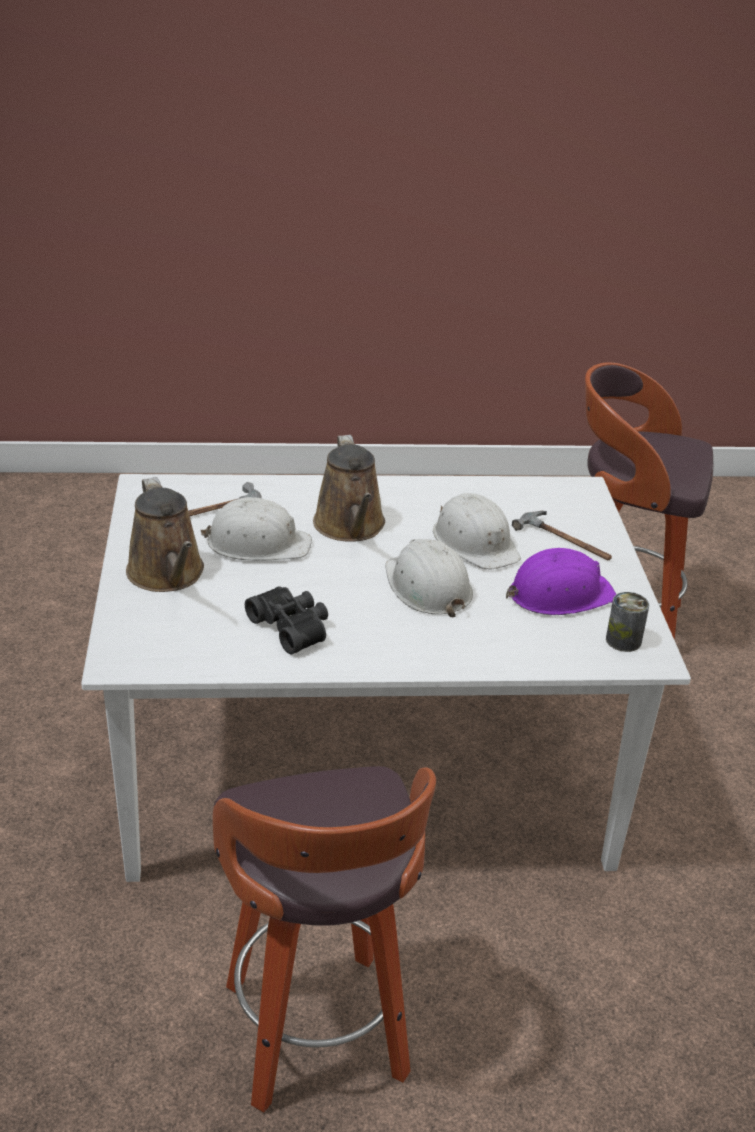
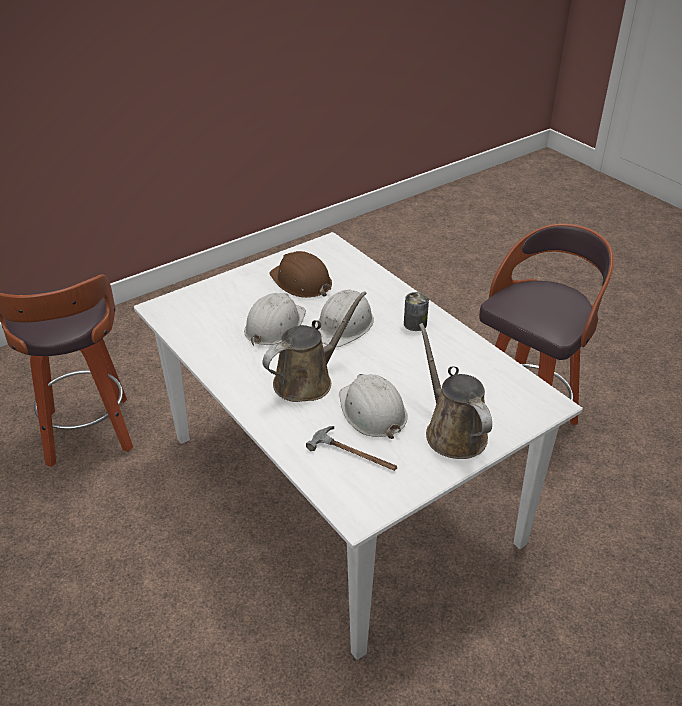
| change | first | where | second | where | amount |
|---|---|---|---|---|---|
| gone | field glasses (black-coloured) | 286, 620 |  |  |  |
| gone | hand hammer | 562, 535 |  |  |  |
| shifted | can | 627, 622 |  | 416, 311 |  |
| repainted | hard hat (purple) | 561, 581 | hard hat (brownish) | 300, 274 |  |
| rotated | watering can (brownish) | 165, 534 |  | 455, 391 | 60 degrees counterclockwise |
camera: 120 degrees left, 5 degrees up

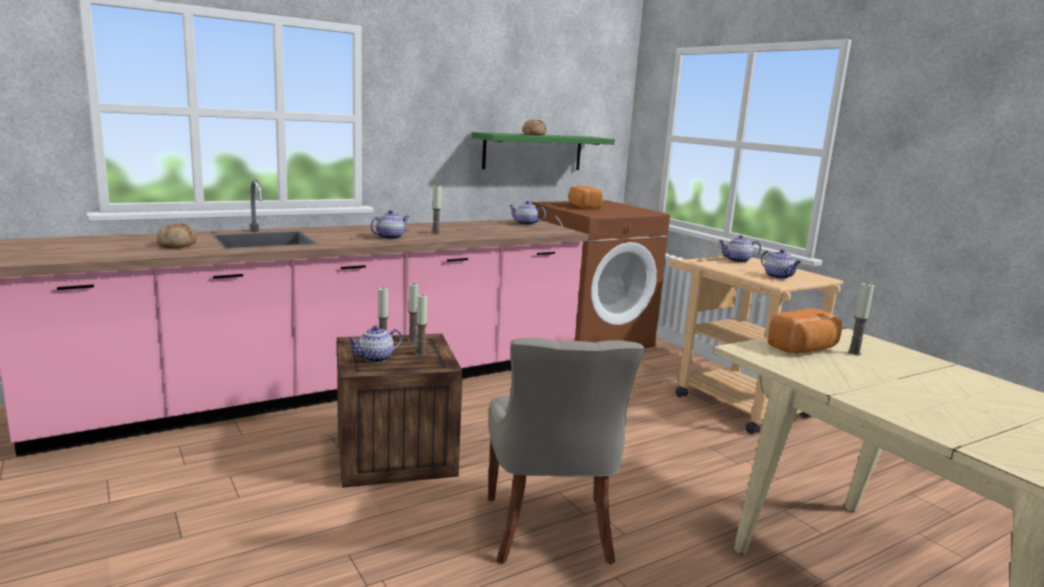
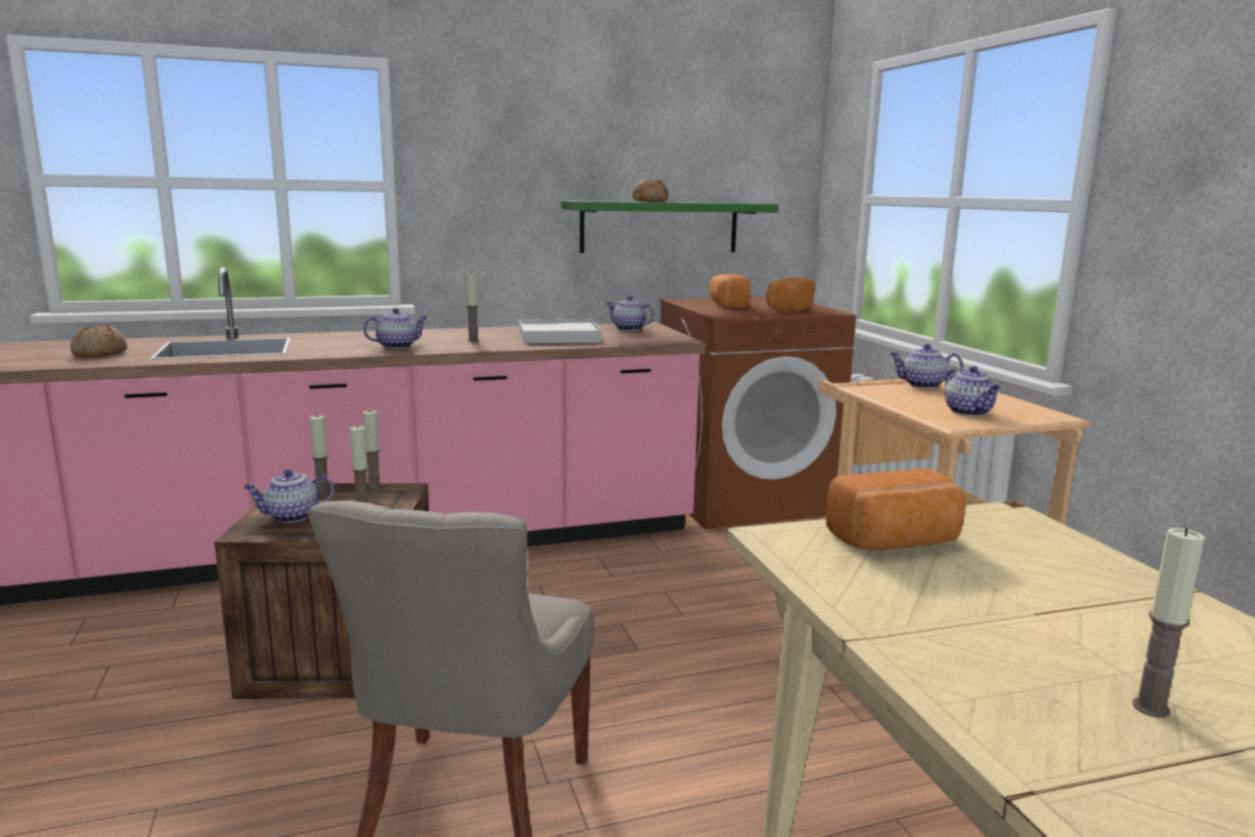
| change | first | where | second | where | amount |
|---|---|---|---|---|---|
| new |  |  | carrying tray (white) | 560, 331 |  |
| new |  |  | baked bread | 790, 295 |  |
| shifted | wax light | 861, 319 |  | 1168, 623 |  |
camera: 15 degrees right, 0 degrees up

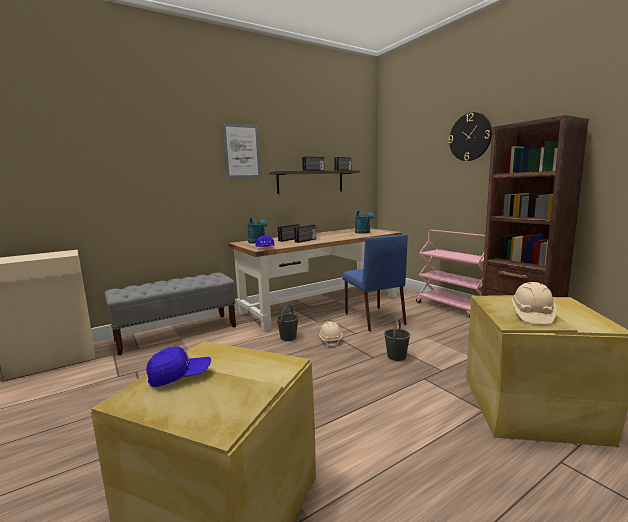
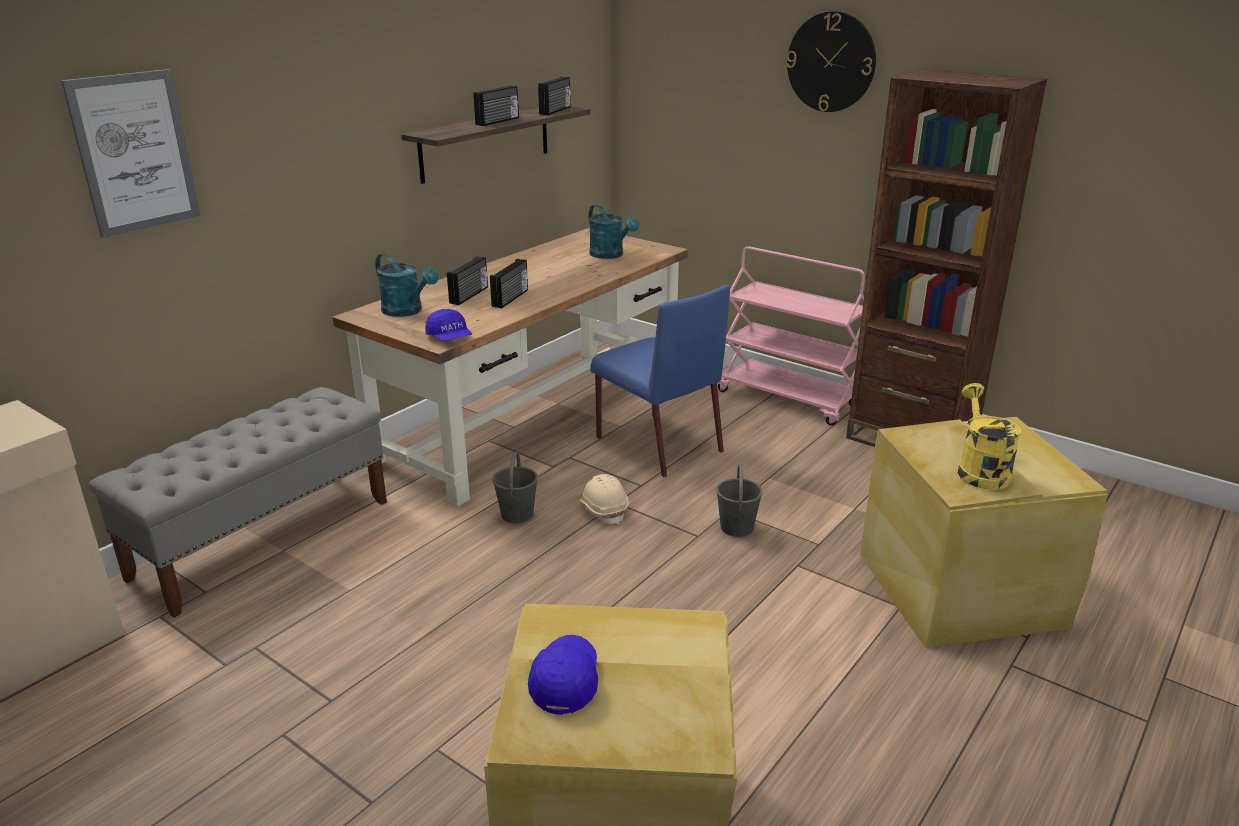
| change | first | where | second | where | amount |
|---|---|---|---|---|---|
| shifted | wall art | 241, 150 |  | 130, 153 |  |
| swapped | hard hat (beige) | 533, 303 | watering can (yellow-coloured) | 989, 436 |  |
| rotated | baseball cap (bluish) | 178, 367 |  | 563, 675 | 45 degrees counterclockwise |
camera: 20 degrees left, 15 degrees up

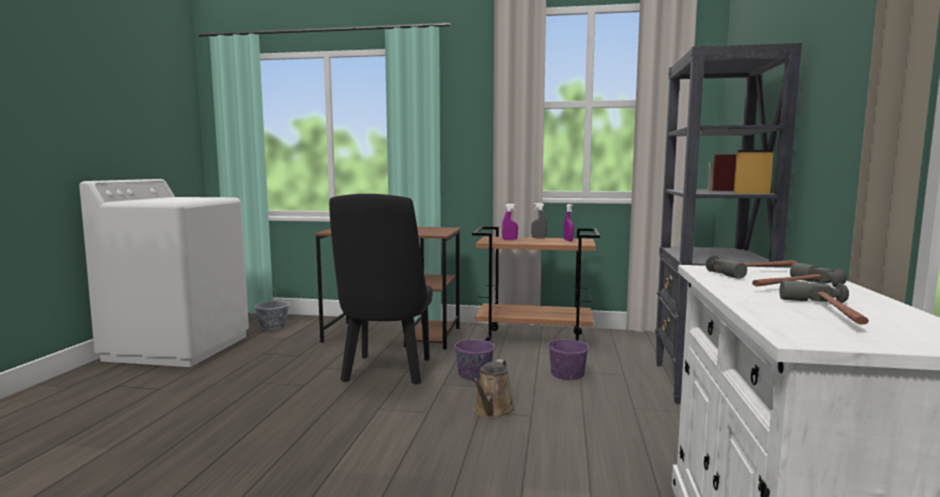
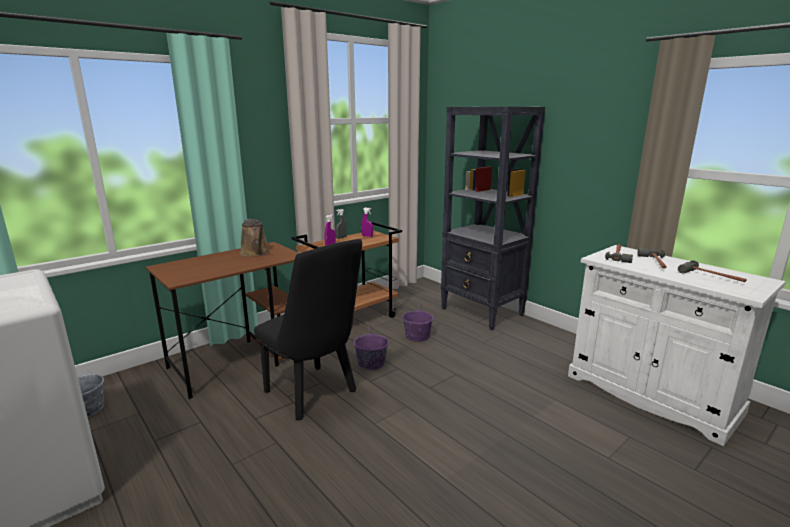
| change | first | where | second | where | amount |
|---|---|---|---|---|---|
| shifted | watering can (brownish) | 493, 389 |  | 255, 238 |  |
camera: 50 degrees left, 10 degrees up

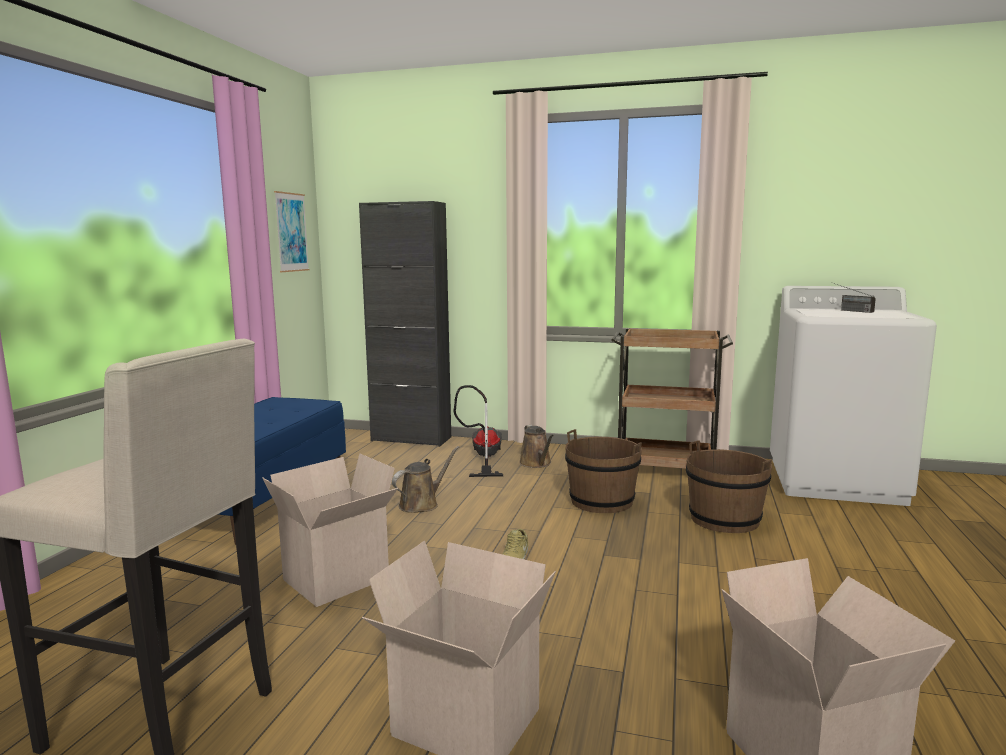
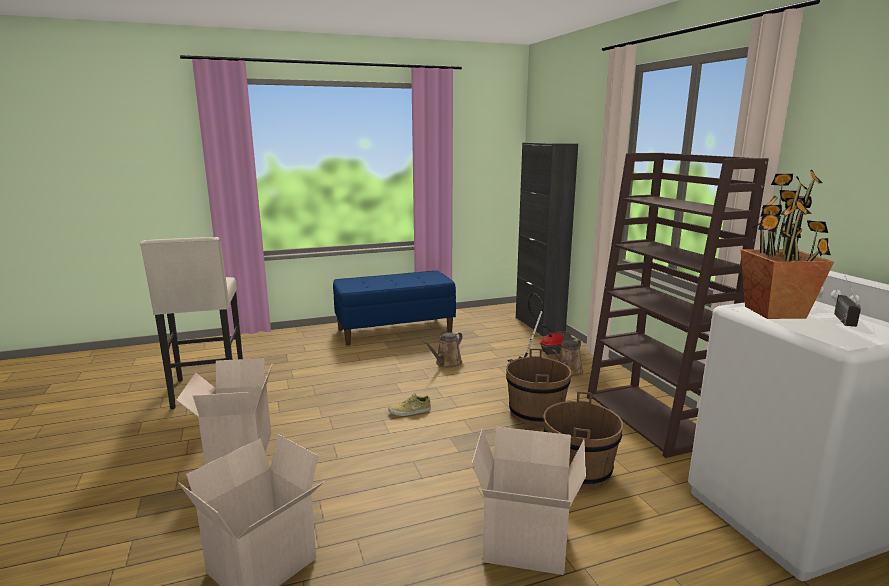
| change | first | where | second | where | amount |
|---|---|---|---|---|---|
| gone | wall art | 292, 231 |  |  |  |
| new |  |  | potted plant | 787, 244 |  |
| shifted | packing box | 330, 530 |  | 529, 501 |  |
| swapped | wheeled cart (brownish) | 672, 398 | bookcase (brownish) | 678, 305 |  |
| rotated | watering can (brownish) | 425, 479 |  | 443, 350 | 120 degrees clockwise |
camera: 55 degrees right, 5 degrees up

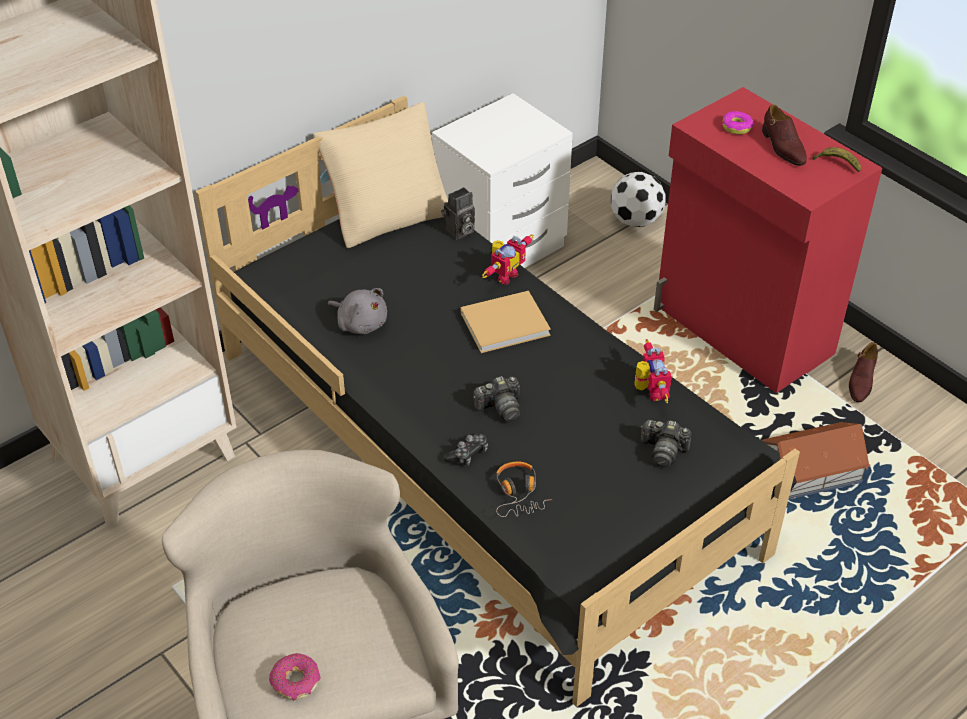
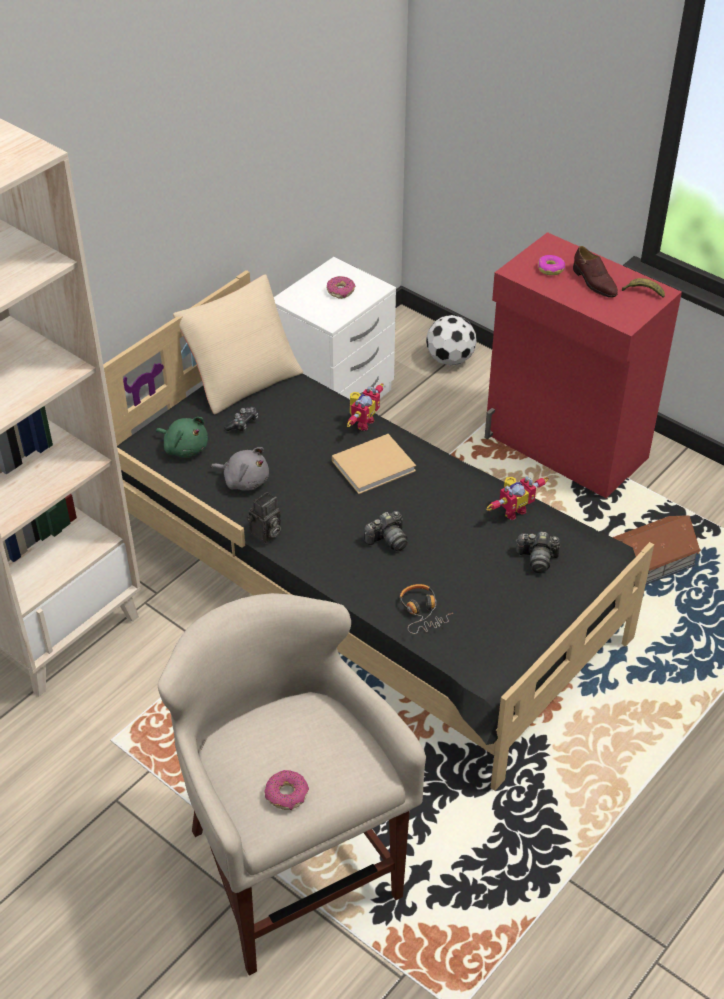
| change | first | where | second | where | amount |
|---|---|---|---|---|---|
| gone | shoe (brownish) | 863, 372 |  |  |  |
| new |  |  | soft toy (green) | 182, 437 |  |
| new |  |  | doughnut | 341, 287 |  |
| shifted | still camera | 458, 213 |  | 264, 517 |  |
| shifted | game controller | 466, 449 |  | 241, 419 |  |
| rotated | toy robot | 653, 371 |  | 517, 498 | 75 degrees clockwise |
camera: 10 degrees left, 0 degrees up

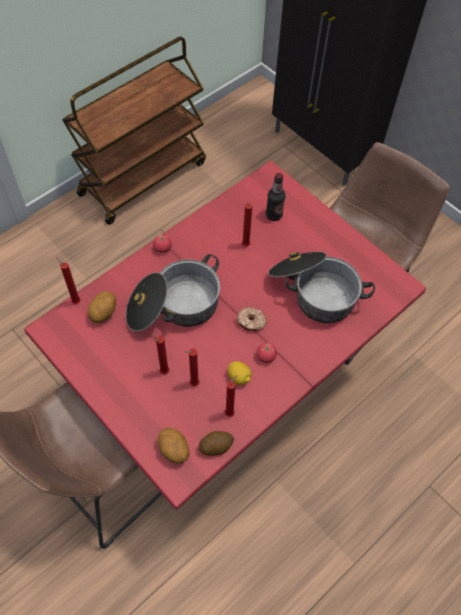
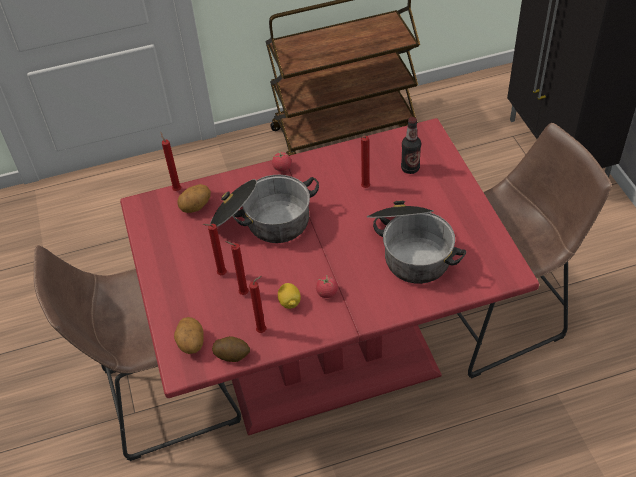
| change | first | where | second | where | amount |
|---|---|---|---|---|---|
| gone | doughnut | 252, 319 |  |  |  |
camera: 30 degrees right, 10 degrees down

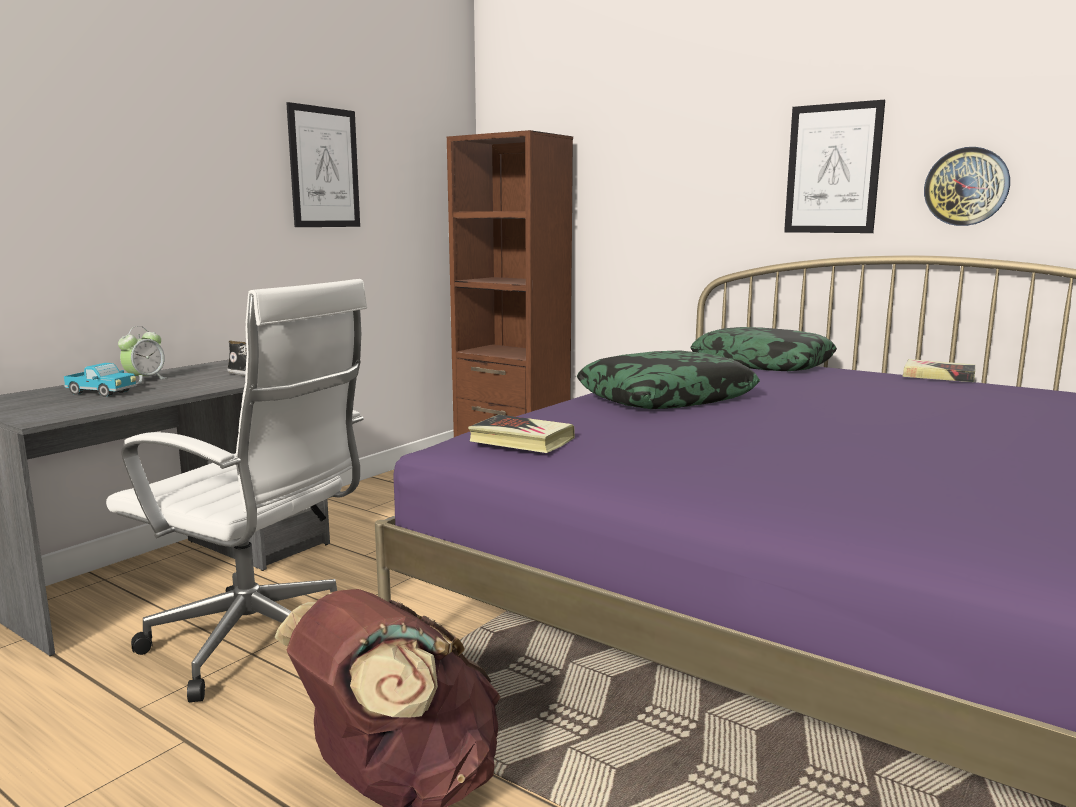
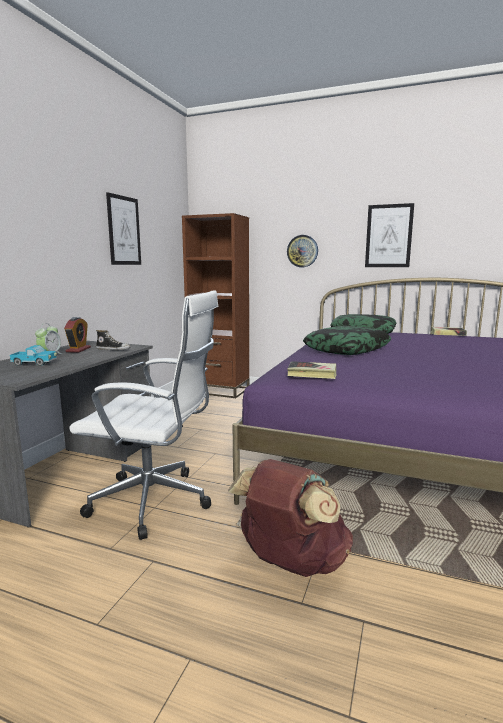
| change | first | where | second | where | amount |
|---|---|---|---|---|---|
| new |  |  | bedside clock | 77, 334 |  |
| shifted | wall clock | 967, 186 |  | 302, 251 |  |
camera: 15 degrees left, 0 degrees up

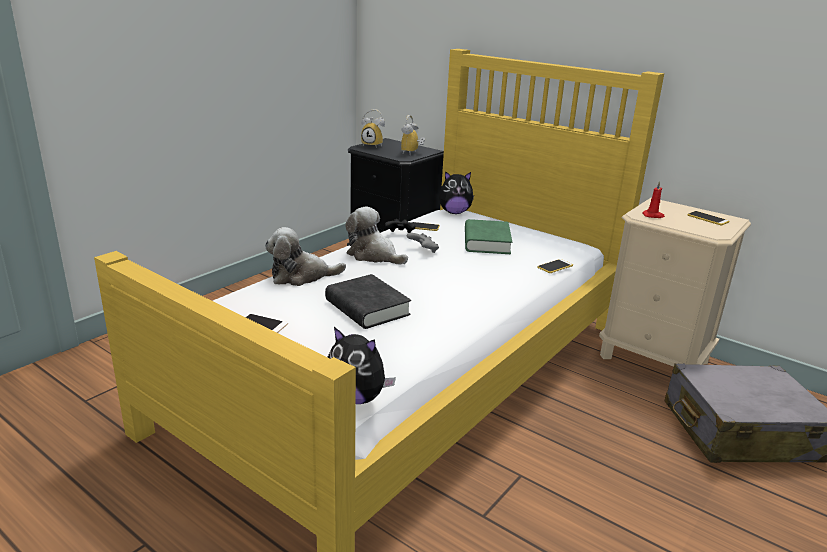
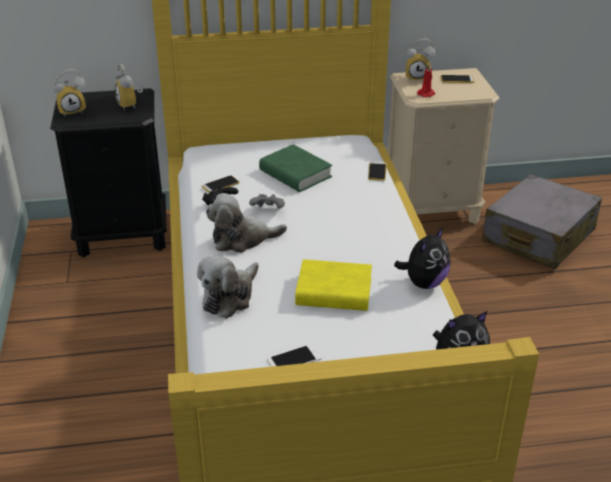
| change | first | where | second | where | amount |
|---|---|---|---|---|---|
| new |  |  | bedside clock | 421, 60 |  |
| shifted | soft toy | 456, 192 |  | 422, 258 |  |
| repainted | bound book (black-coloured) | 368, 301 | bound book (yellow-coloured) | 333, 285 |  |
camera: 45 degrees left, 10 degrees up

